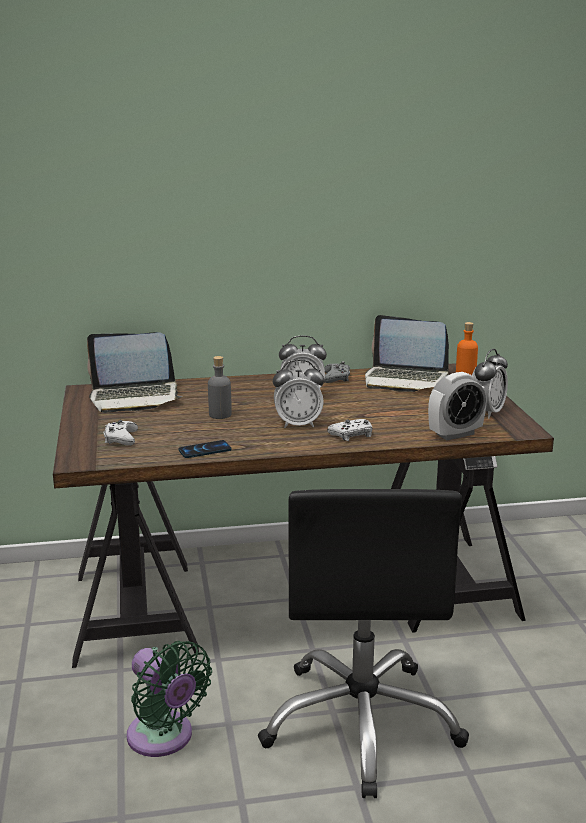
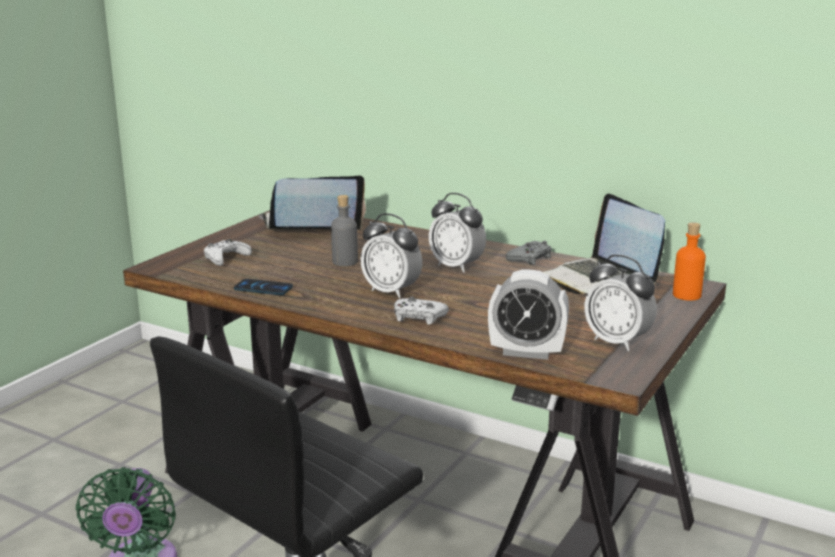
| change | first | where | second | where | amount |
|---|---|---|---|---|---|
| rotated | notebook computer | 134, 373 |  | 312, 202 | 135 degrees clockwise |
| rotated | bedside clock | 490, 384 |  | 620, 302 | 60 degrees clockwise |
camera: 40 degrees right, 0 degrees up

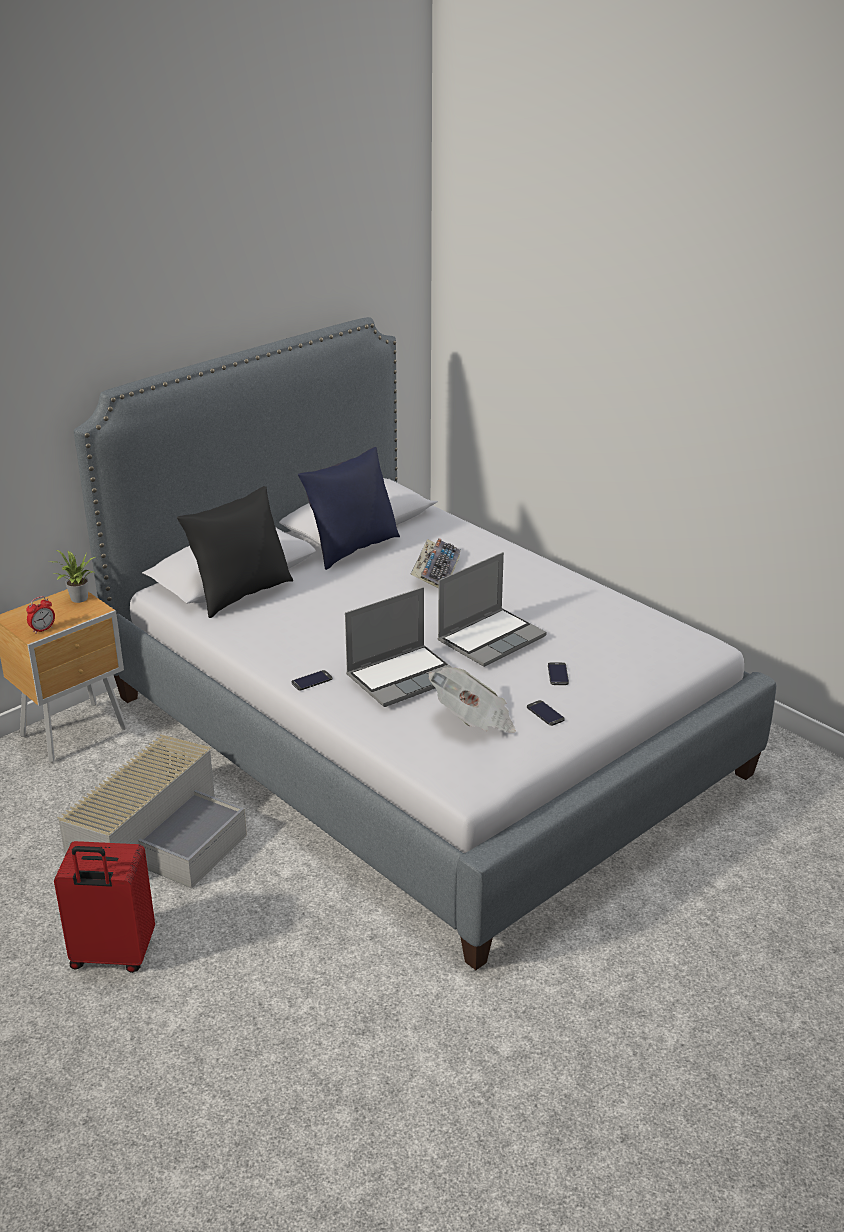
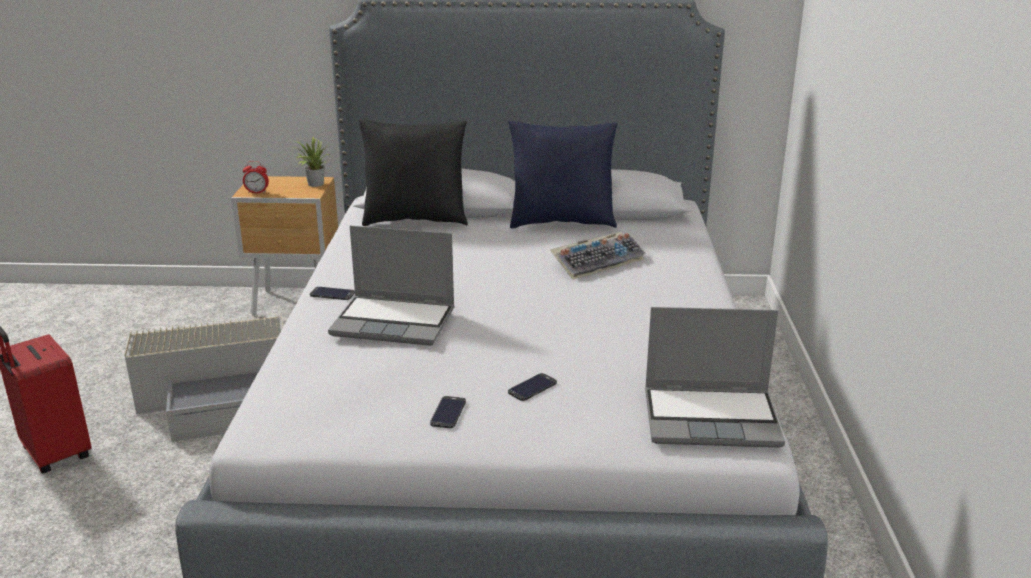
| change | first | where | second | where | amount |
|---|---|---|---|---|---|
| gone | newspaper | 472, 700 |  |  |  |
| shifted | notebook computer | 492, 609 |  | 715, 377 |  |
camera: 45 degrees right, 5 degrees down

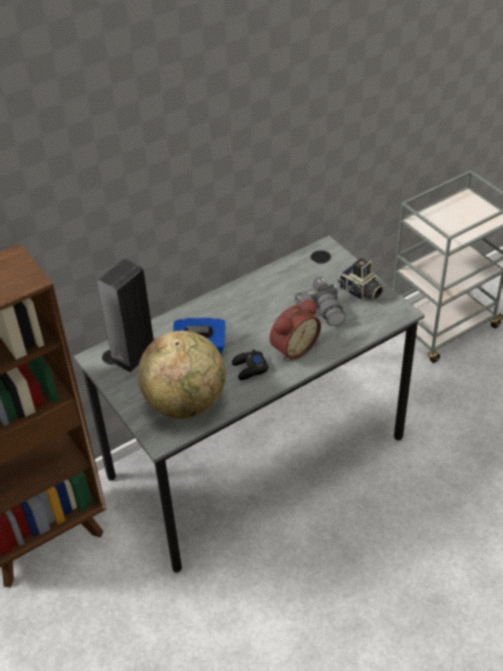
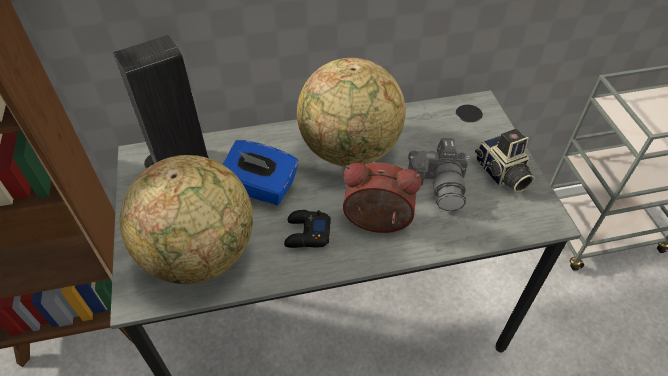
| change | first | where | second | where | amount |
|---|---|---|---|---|---|
| new |  |  | globe | 351, 112 |  |
| rotated | bedside clock | 295, 330 |  | 382, 197 | 150 degrees counterclockwise |
camera: 20 degrees right, 5 degrees up

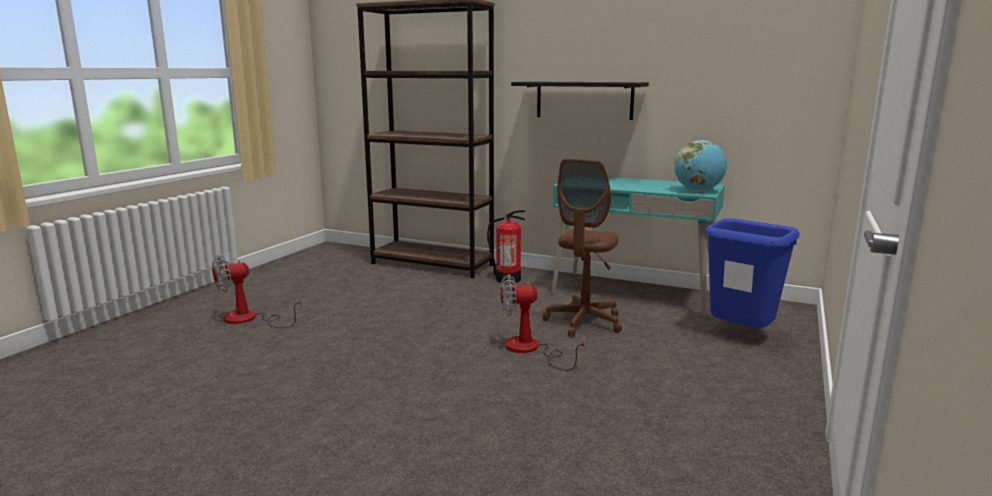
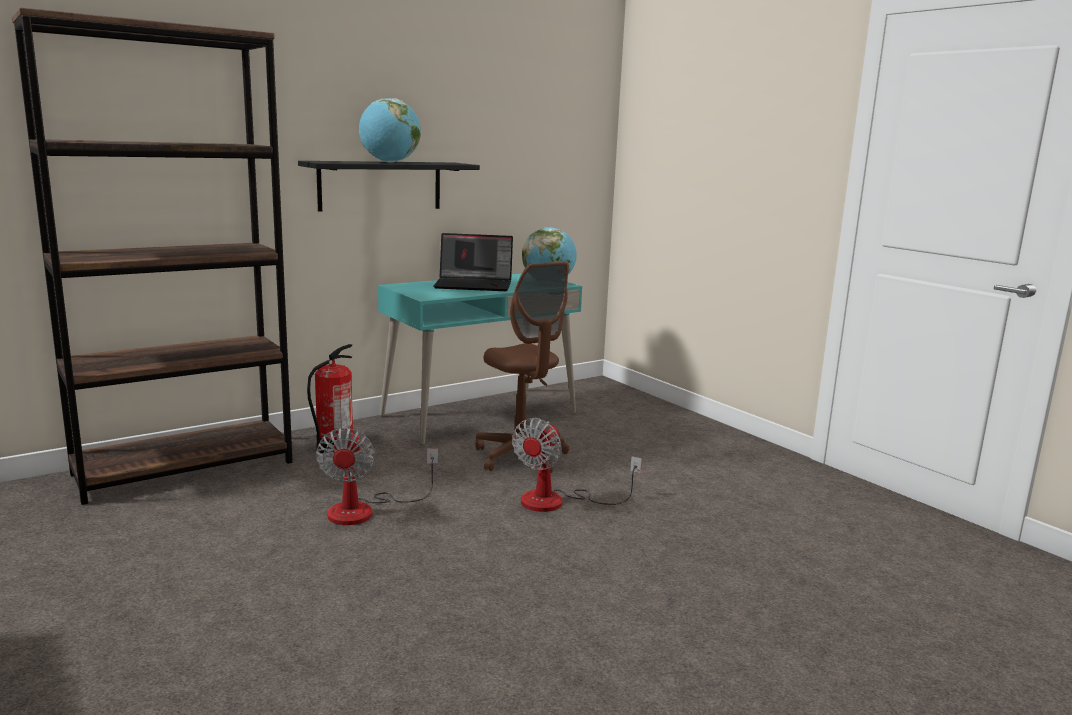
| change | first | where | second | where | amount |
|---|---|---|---|---|---|
| gone | rubbish bin (bluish) | 752, 273 |  |  |  |
| new |  |  | globe | 390, 130 |  |
| new |  |  | notebook computer | 473, 262 |  |
| shifted | electric fan | 257, 291 |  | 377, 476 |  |
camera: 60 degrees left, 0 degrees up

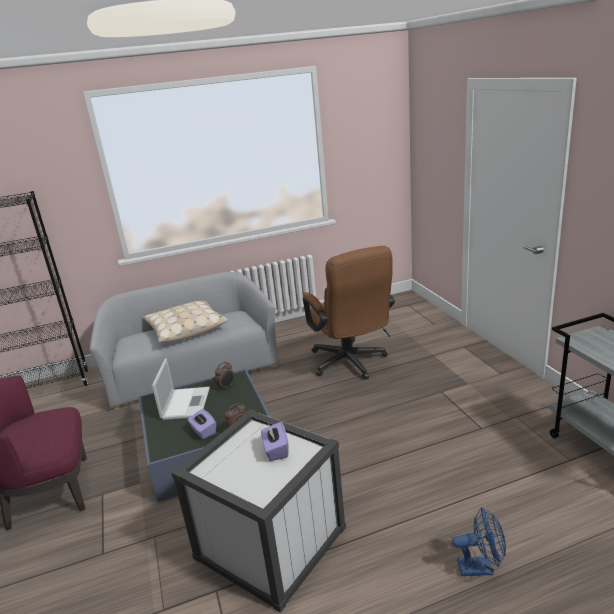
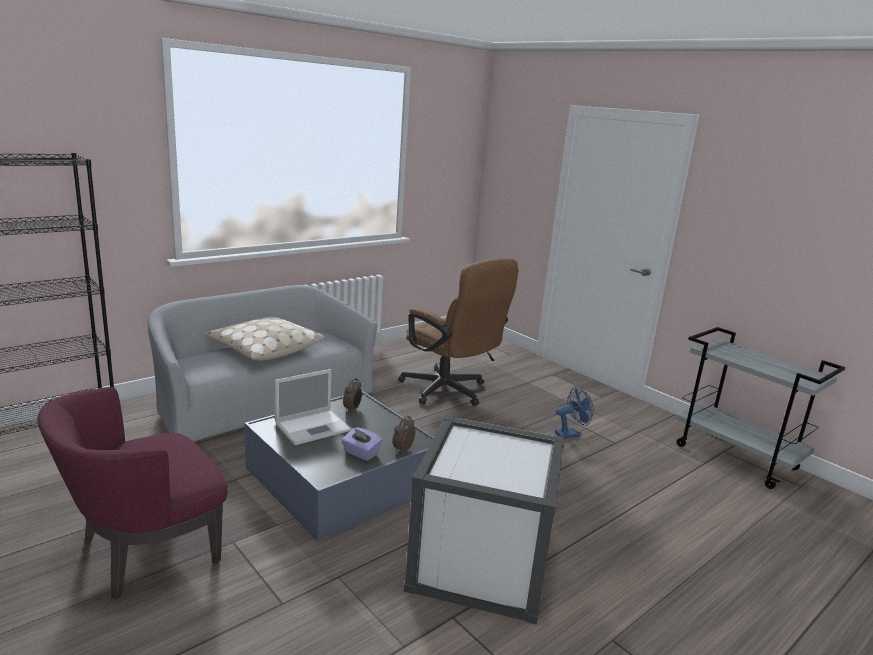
| change | first | where | second | where | amount |
|---|---|---|---|---|---|
| gone | tissue box (purple) | 275, 441 |  |  |  |
| shifted | electric fan (bluish) | 479, 541 |  | 574, 412 |  |
| rotated | notebook computer | 181, 389 |  | 313, 407 | 75 degrees clockwise |
camera: 25 degrees left, 5 degrees down

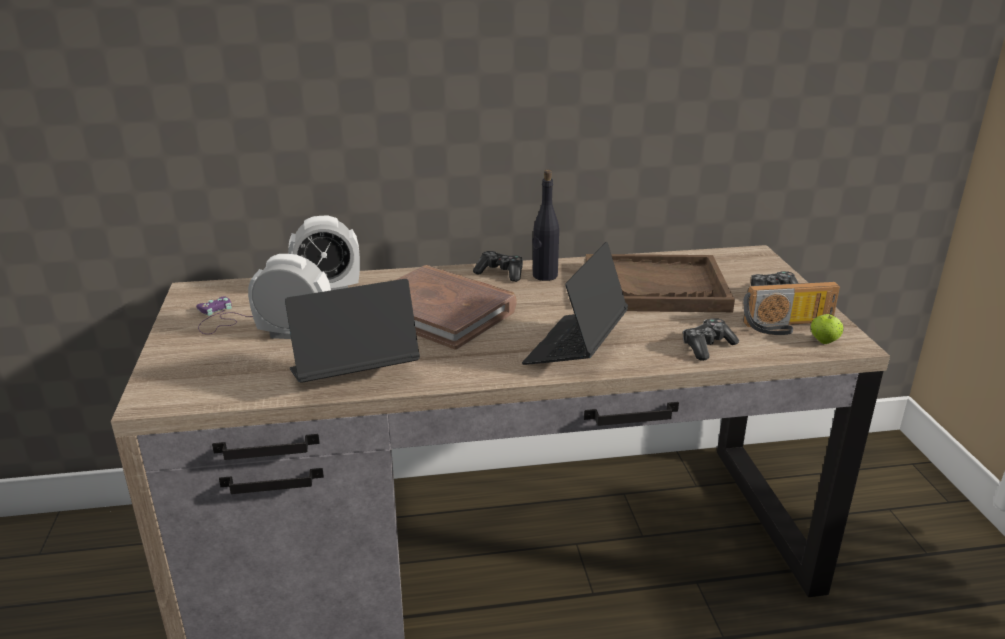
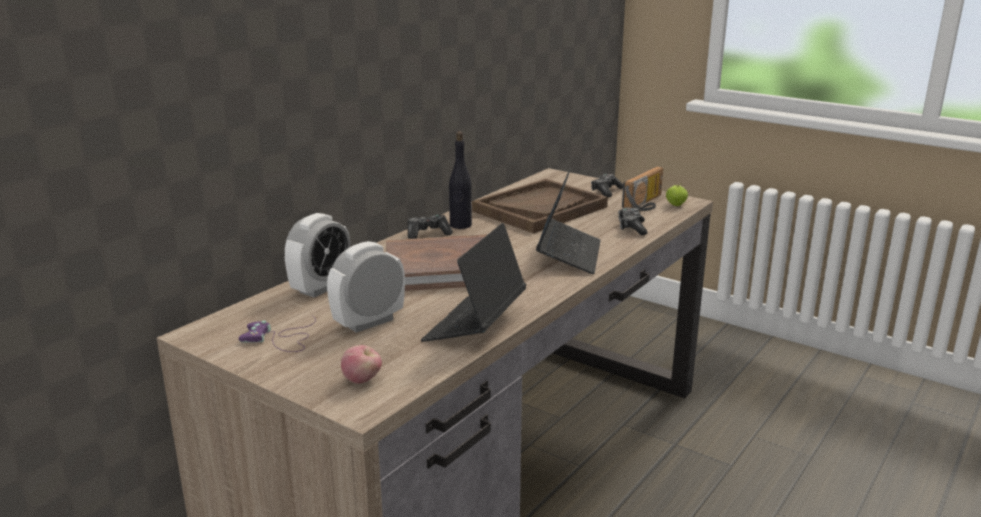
| change | first | where | second | where | amount |
|---|---|---|---|---|---|
| new |  |  | apple fruit | 361, 364 |  |
| rotated | notebook computer | 575, 303 |  | 568, 221 | 150 degrees counterclockwise |
camera: 45 degrees left, 5 degrees down

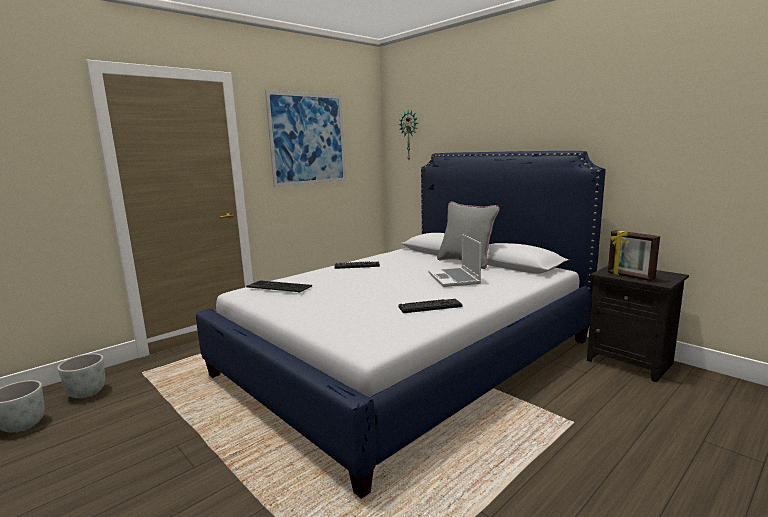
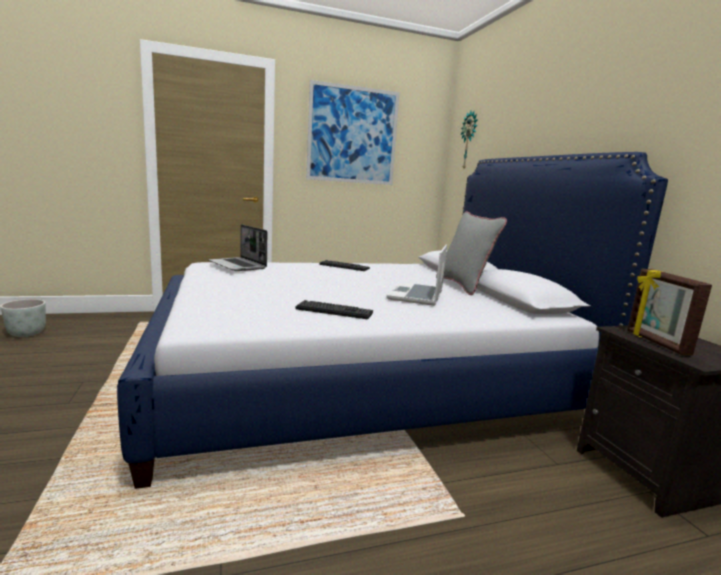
| change | first | where | second | where | amount |
|---|---|---|---|---|---|
| gone | flower pot (gray) | 81, 376 |  |  |  |
| swapped | computer keyboard | 279, 286 | notebook computer | 237, 247 |  |
camera: 25 degrees right, 0 degrees up

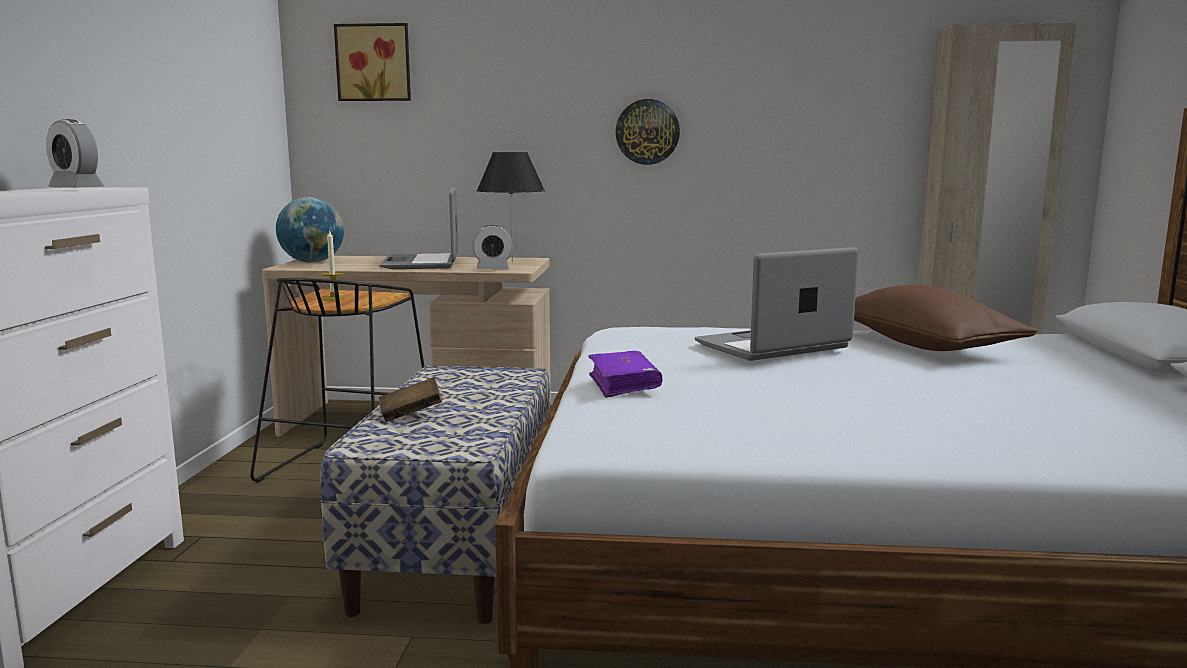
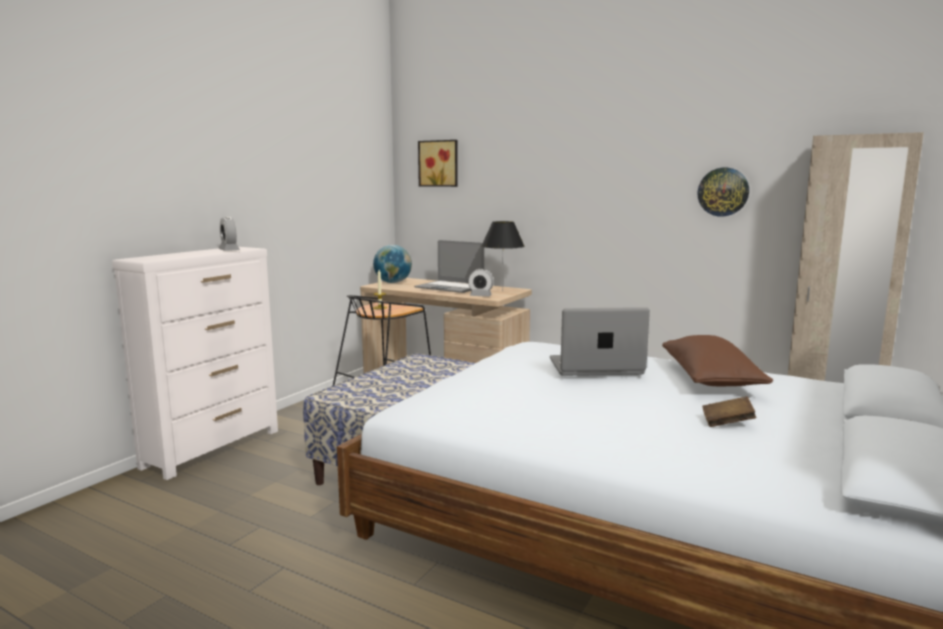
| change | first | where | second | where | amount |
|---|---|---|---|---|---|
| gone | bound book (purple) | 625, 374 |  |  |  |
| shifted | bound book (brownish) | 410, 399 |  | 729, 411 |  |
| shifted | wall clock | 648, 132 |  | 723, 192 |  |
| rotated | notebook computer | 418, 228 |  | 449, 266 | 75 degrees counterclockwise |
camera: 25 degrees right, 0 degrees up

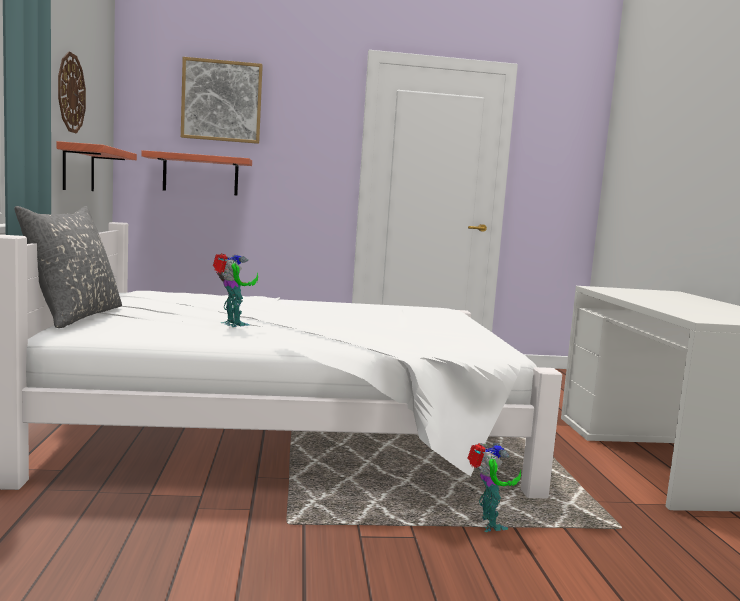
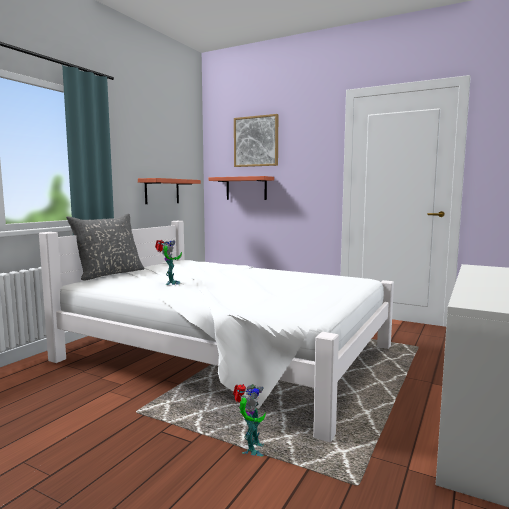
| change | first | where | second | where | amount |
|---|---|---|---|---|---|
| gone | wall clock | 72, 92 |  |  |  |
camera: 35 degrees right, 0 degrees up

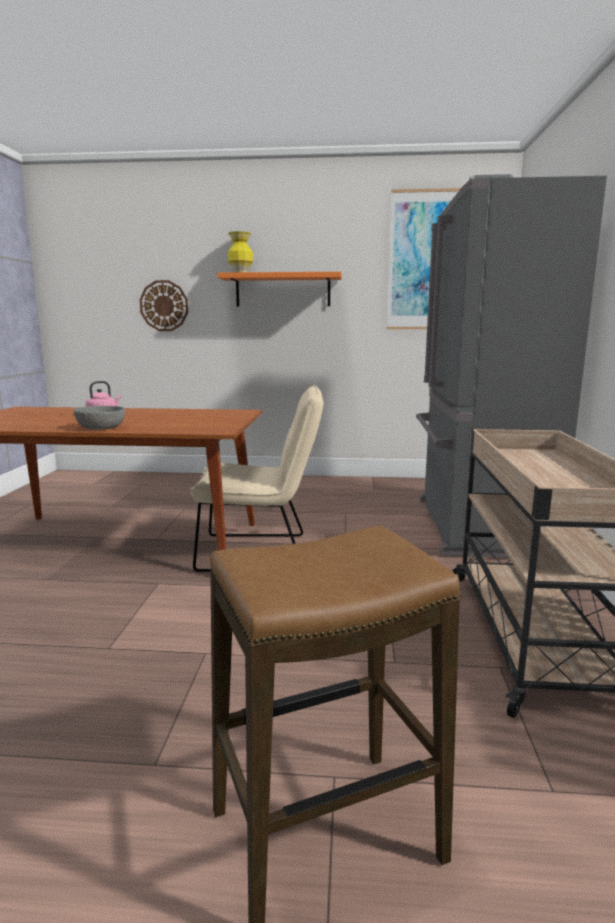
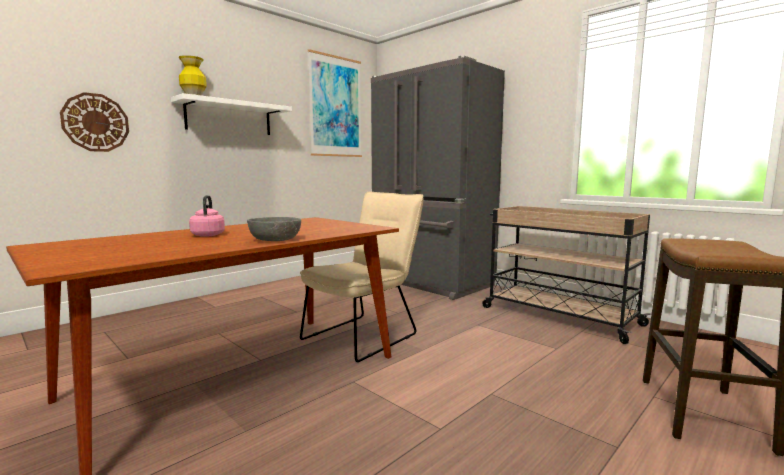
| change | first | where | second | where | amount |
|---|---|---|---|---|---|
| repainted | bracket shelf (orangey) | 279, 289 | bracket shelf (white) | 231, 114 |  |
camera: 50 degrees left, 5 degrees down

